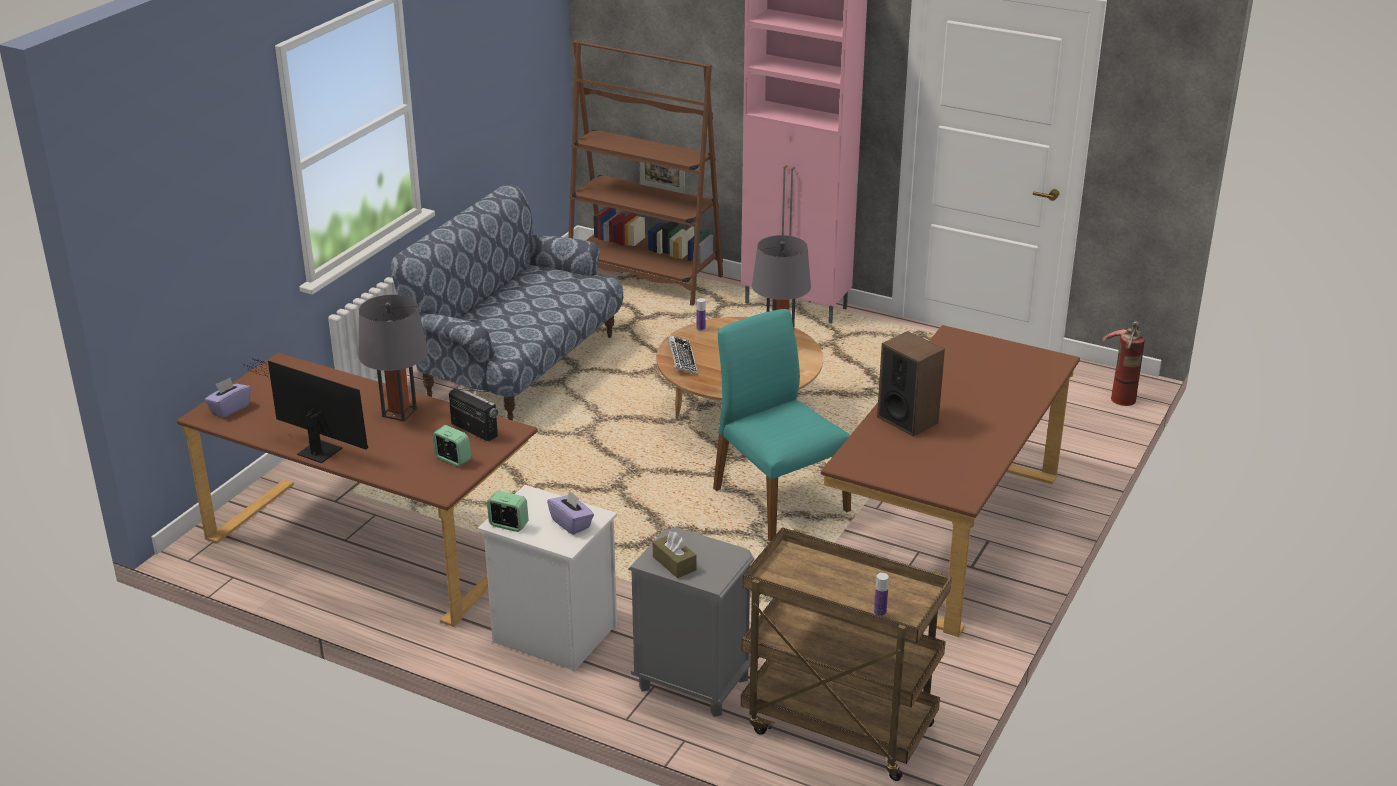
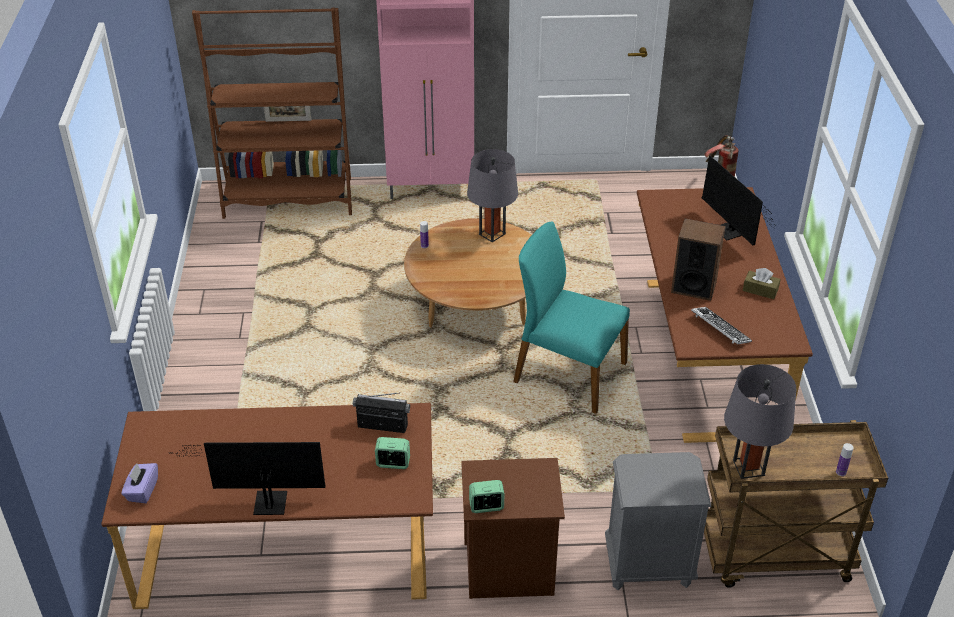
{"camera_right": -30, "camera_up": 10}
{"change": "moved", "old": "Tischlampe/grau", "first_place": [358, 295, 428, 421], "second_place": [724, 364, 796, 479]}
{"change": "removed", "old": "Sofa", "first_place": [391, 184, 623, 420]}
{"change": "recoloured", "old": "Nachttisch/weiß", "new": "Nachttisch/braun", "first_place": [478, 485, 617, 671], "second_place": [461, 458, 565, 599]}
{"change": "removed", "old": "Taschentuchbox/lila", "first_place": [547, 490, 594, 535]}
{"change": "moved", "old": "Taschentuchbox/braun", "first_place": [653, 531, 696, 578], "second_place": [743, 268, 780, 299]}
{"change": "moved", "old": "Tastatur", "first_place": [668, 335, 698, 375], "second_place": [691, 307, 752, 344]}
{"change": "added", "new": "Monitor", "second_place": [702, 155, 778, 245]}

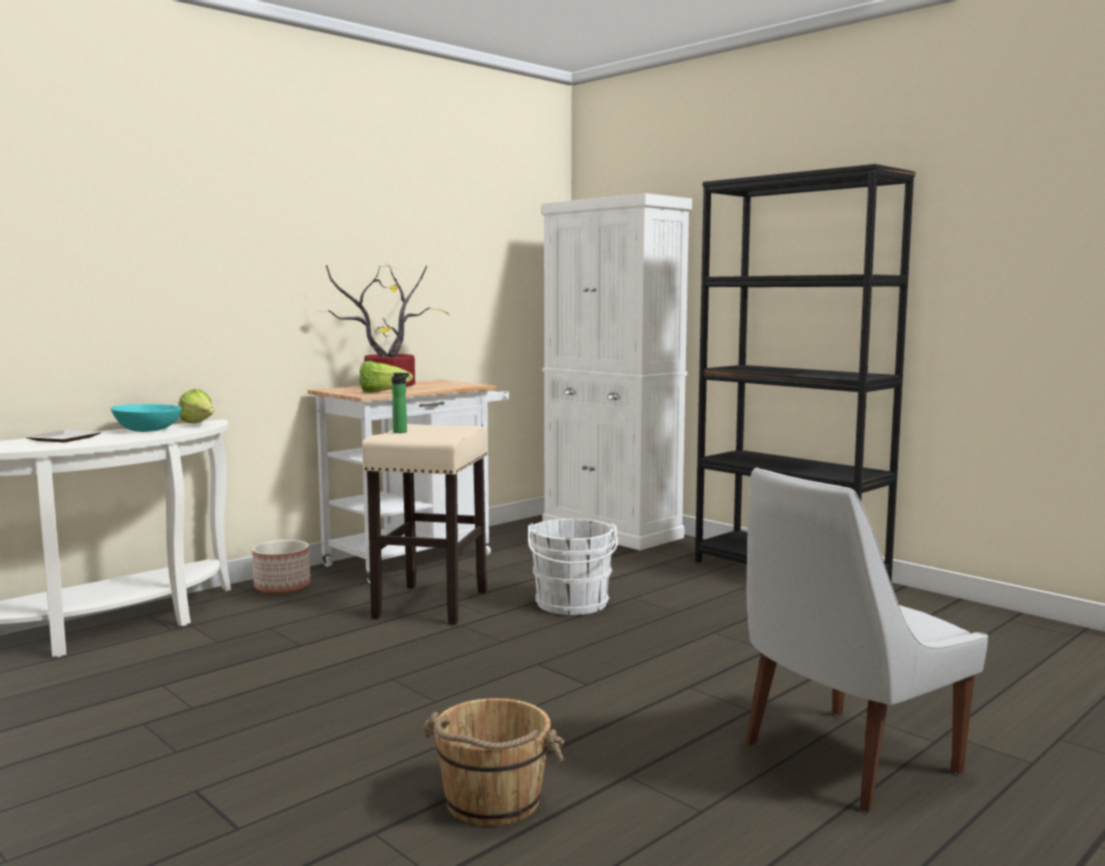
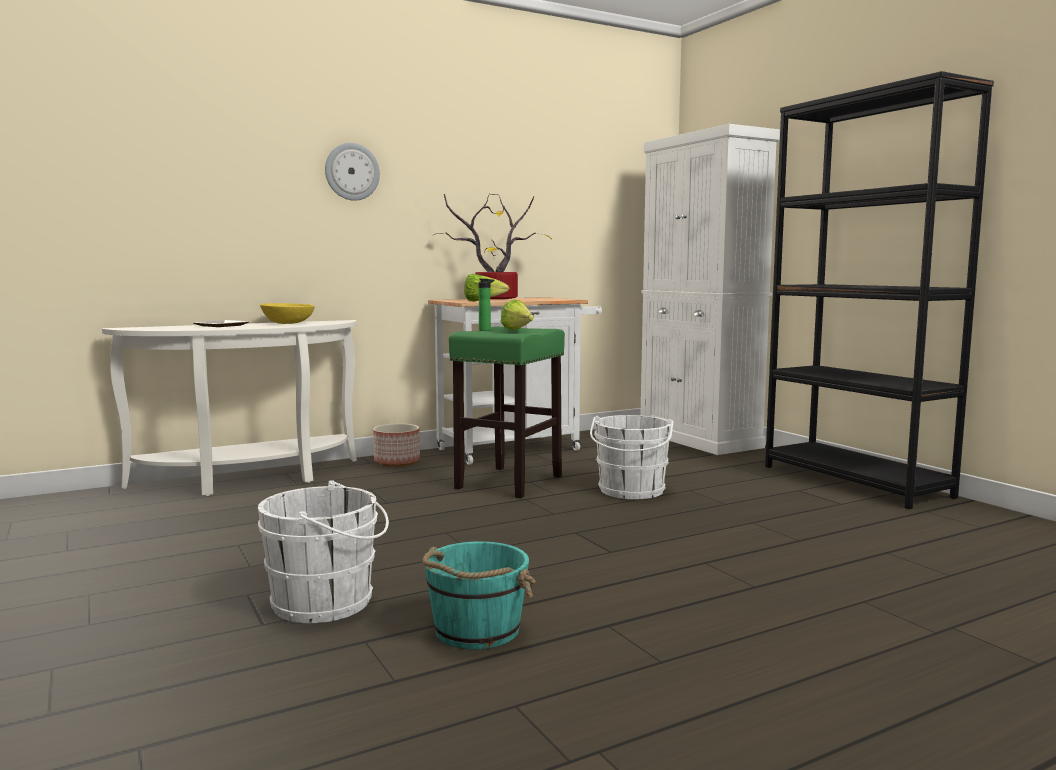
{"camera_right": 15, "camera_up": 0}
{"change": "recoloured", "old": "Schüssel/türkis", "new": "Schüssel/gelb", "first_place": [111, 404, 182, 432], "second_place": [260, 303, 314, 324]}
{"change": "moved", "old": "Salatkopf", "first_place": [179, 389, 215, 423], "second_place": [501, 300, 534, 330]}
{"change": "recoloured", "old": "Hocker/beige", "new": "Hocker/grün", "first_place": [362, 424, 488, 625], "second_place": [449, 327, 565, 498]}
{"change": "recoloured", "old": "Eimer/braun", "new": "Eimer/türkis", "first_place": [423, 698, 564, 826], "second_place": [422, 541, 535, 650]}
{"change": "removed", "old": "Stuhl/weiß", "first_place": [746, 468, 988, 812]}
{"change": "added", "new": "Eimer/weiß", "second_place": [258, 480, 389, 623]}
{"change": "added", "new": "Wanduhr", "second_place": [325, 143, 380, 201]}

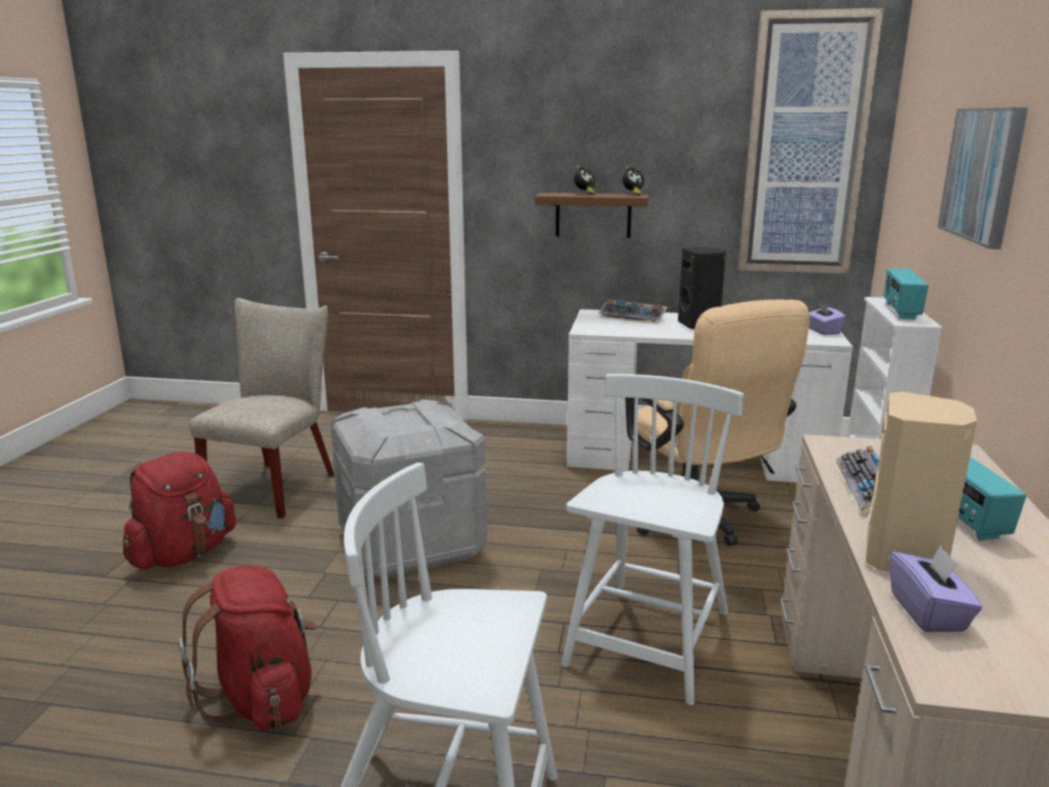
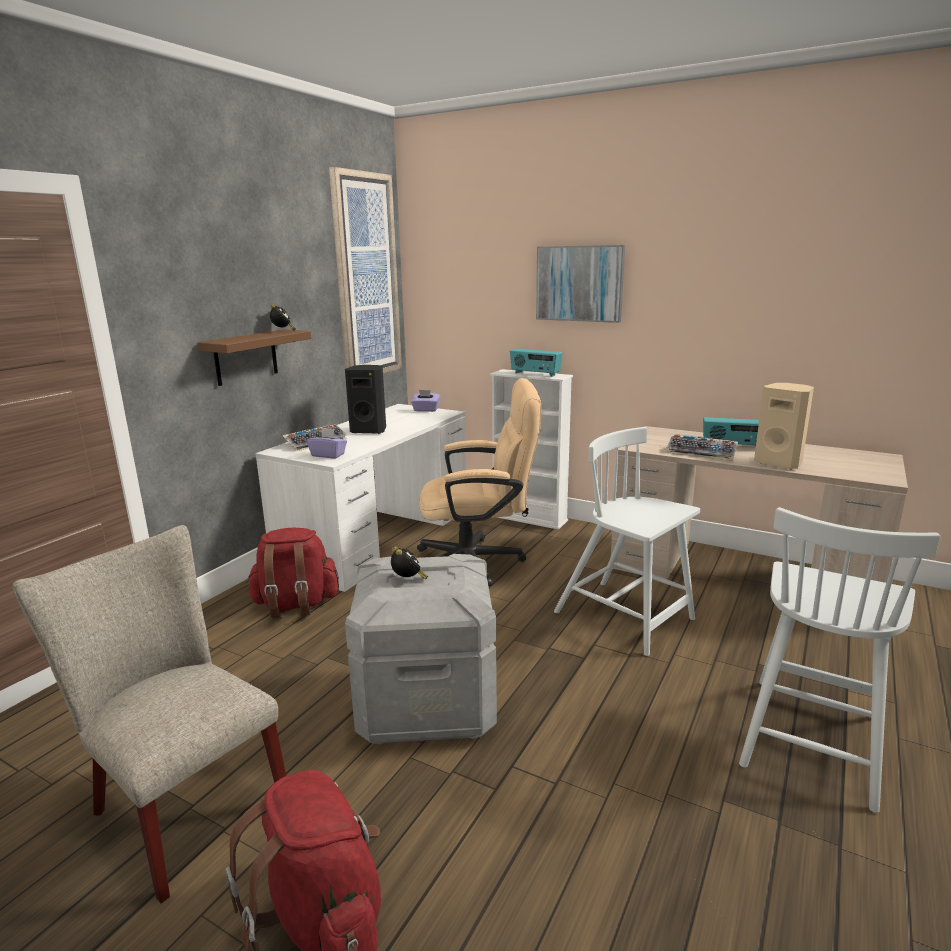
{"camera_right": -70, "camera_up": 0}
{"change": "moved", "old": "Rucksack/rot", "first_place": [179, 565, 317, 730], "second_place": [246, 527, 339, 619]}
{"change": "moved", "old": "Wecker", "first_place": [574, 166, 595, 195], "second_place": [391, 546, 428, 579]}
{"change": "moved", "old": "Taschentuchbox/lila", "first_place": [890, 545, 982, 632], "second_place": [307, 428, 347, 458]}

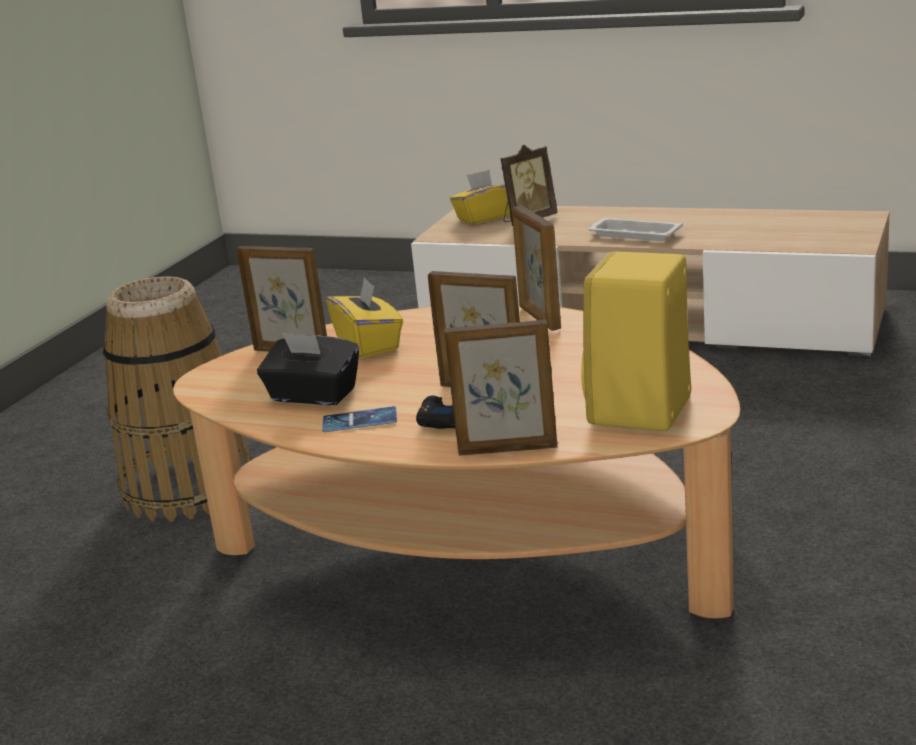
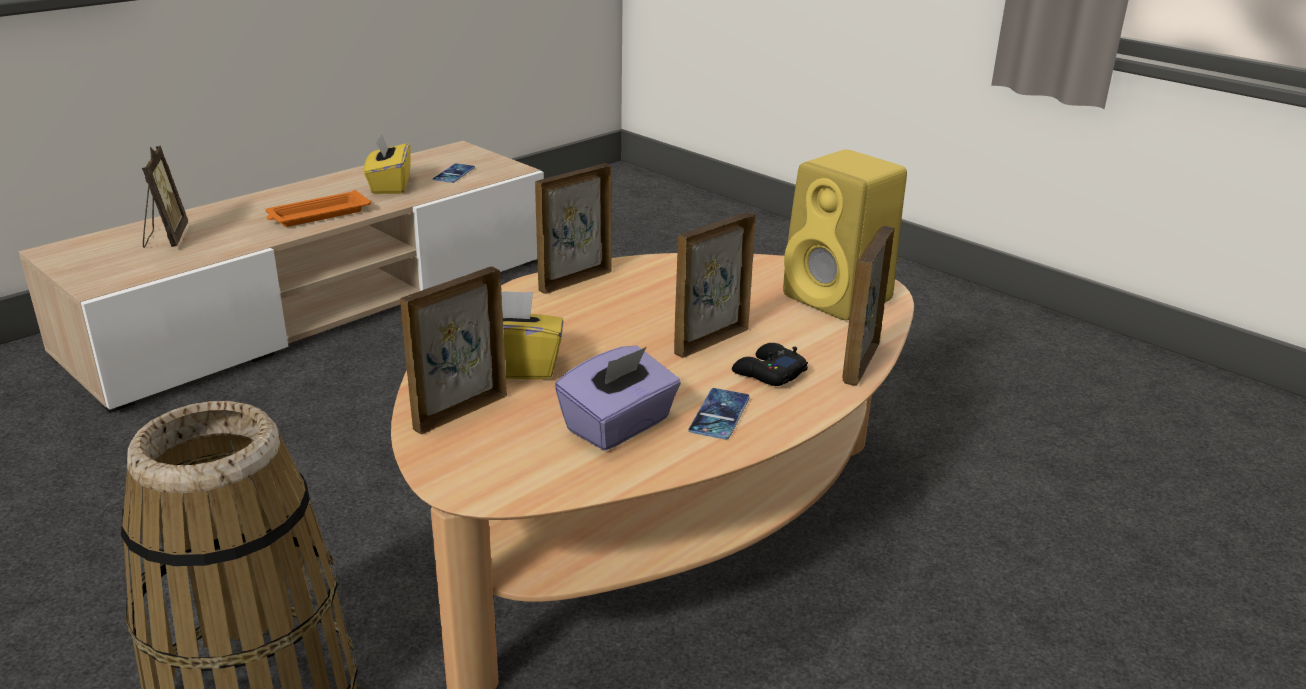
{"camera_right": -70, "camera_up": 5}
{"change": "recoloured", "old": "Taschentuchbox/schwarz", "new": "Taschentuchbox/lila", "first_place": [257, 332, 359, 405], "second_place": [555, 346, 681, 451]}
{"change": "moved", "old": "Taschentuchbox/gelb", "first_place": [450, 170, 510, 225], "second_place": [364, 133, 411, 194]}
{"change": "turned", "old": "Bilderrahmen", "first_place": [512, 206, 561, 331], "second_place": [535, 163, 612, 294], "degrees": 135}
{"change": "recoloured", "old": "Tablett/weiß", "new": "Tablett/orange", "first_place": [589, 218, 683, 241], "second_place": [266, 190, 371, 227]}
{"change": "added", "new": "Handy", "second_place": [433, 163, 475, 183]}

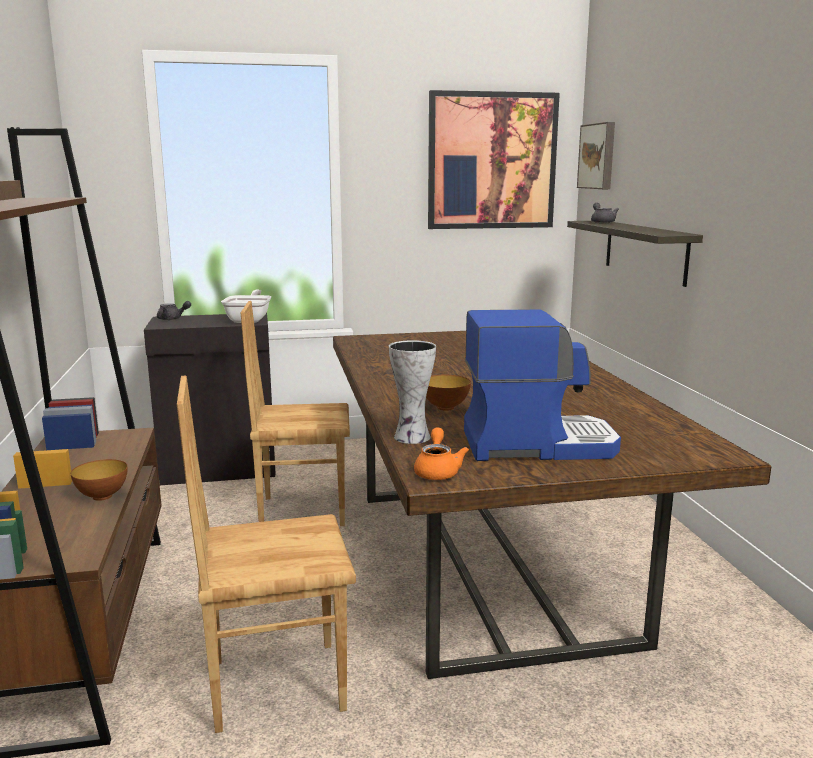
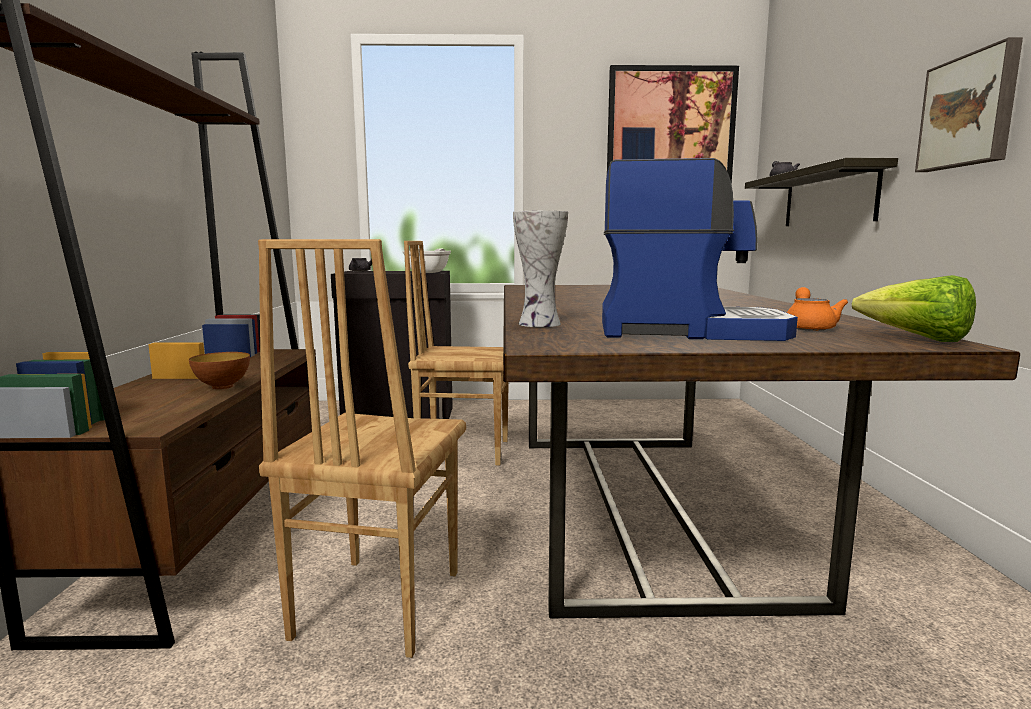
{"camera_right": 10, "camera_up": -5}
{"change": "turned", "old": "Stuhl/braun", "first_place": [177, 375, 356, 733], "second_place": [258, 239, 466, 658], "degrees": -75}
{"change": "moved", "old": "Teekanne/orange", "first_place": [414, 427, 469, 480], "second_place": [787, 287, 848, 331]}
{"change": "removed", "old": "Schüssel", "first_place": [426, 375, 471, 411]}
{"change": "moved", "old": "Bild", "first_place": [577, 122, 615, 189], "second_place": [915, 37, 1023, 172]}
{"change": "added", "new": "Salatkopf", "second_place": [852, 275, 976, 342]}

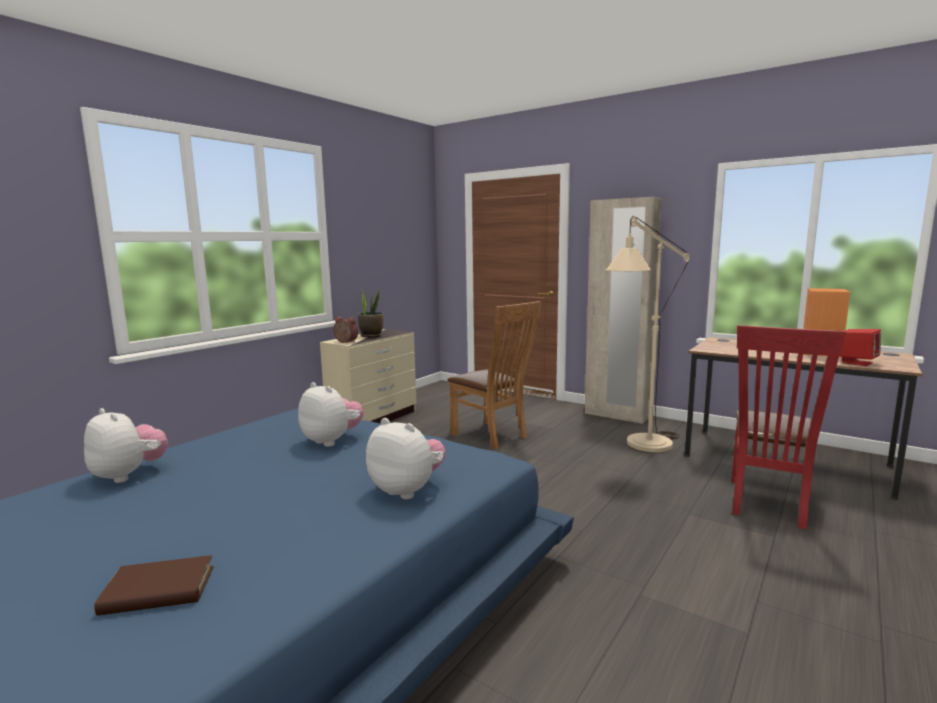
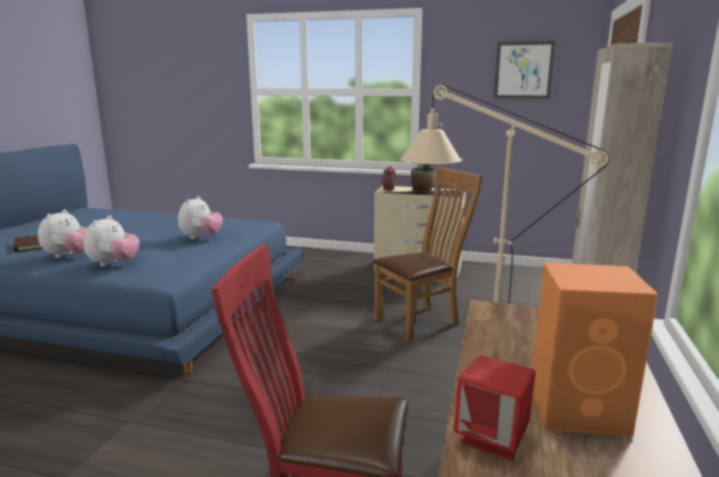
{"camera_right": 70, "camera_up": 5}
{"change": "moved", "old": "Plüschtier", "first_place": [84, 408, 168, 483], "second_place": [38, 209, 87, 258]}
{"change": "turned", "old": "Stuhl/braun", "first_place": [447, 301, 542, 449], "second_place": [373, 167, 483, 342], "degrees": -150}
{"change": "added", "new": "Bild", "second_place": [494, 41, 555, 99]}

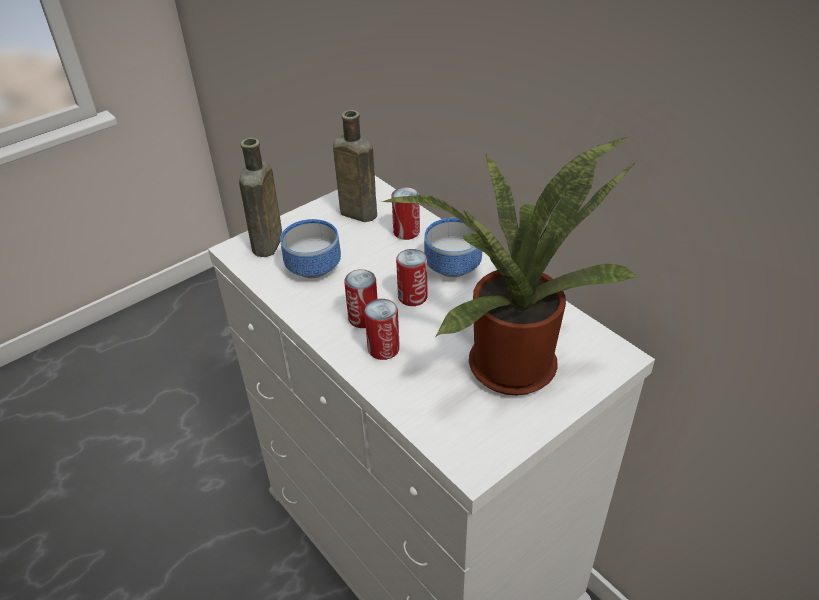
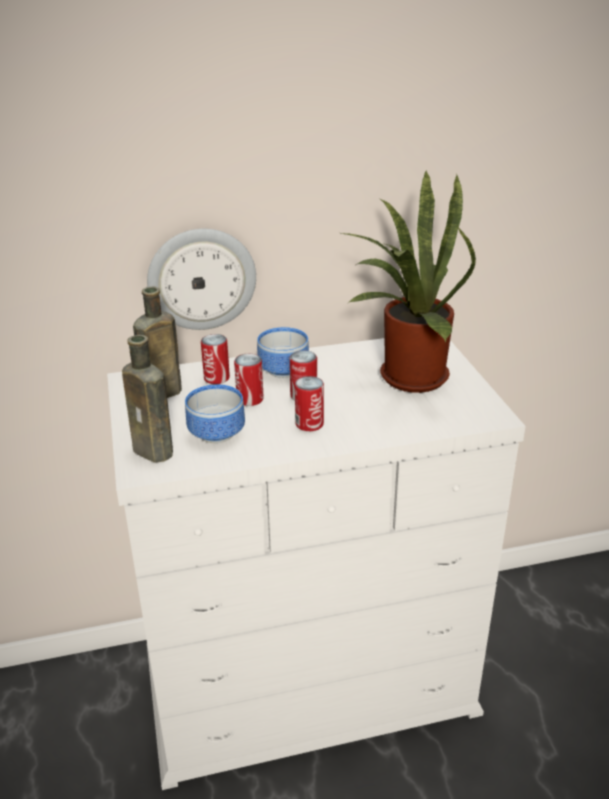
{"camera_right": -65, "camera_up": -10}
{"change": "moved", "old": "Dose", "first_place": [364, 299, 400, 360], "second_place": [234, 354, 264, 406]}
{"change": "added", "new": "Wanduhr", "second_place": [147, 229, 256, 330]}

